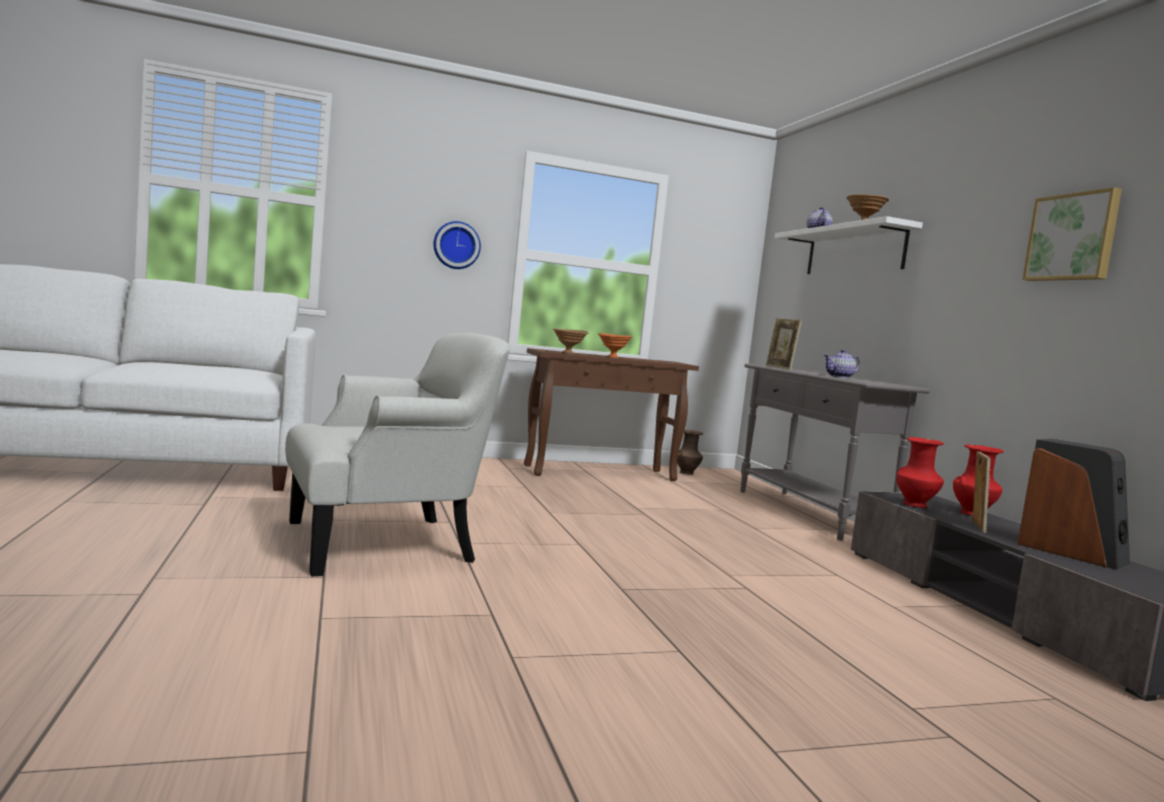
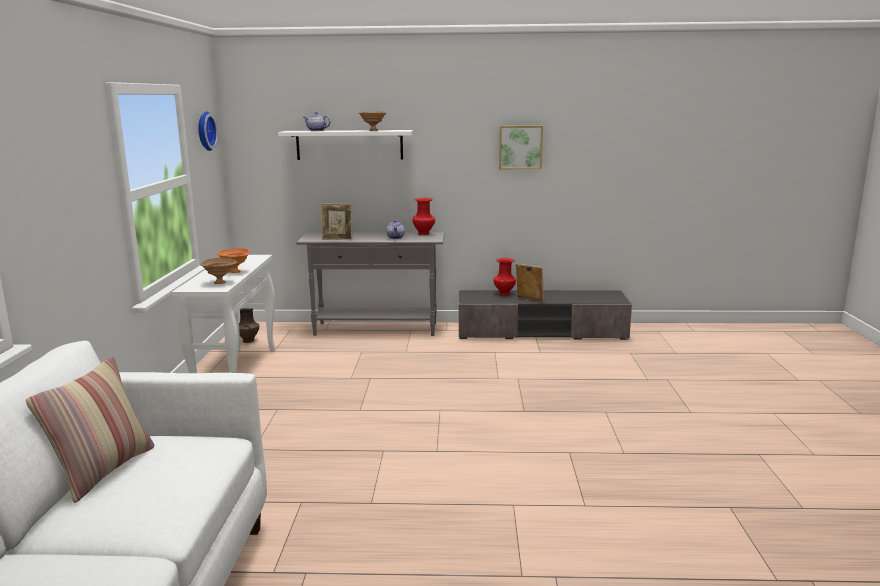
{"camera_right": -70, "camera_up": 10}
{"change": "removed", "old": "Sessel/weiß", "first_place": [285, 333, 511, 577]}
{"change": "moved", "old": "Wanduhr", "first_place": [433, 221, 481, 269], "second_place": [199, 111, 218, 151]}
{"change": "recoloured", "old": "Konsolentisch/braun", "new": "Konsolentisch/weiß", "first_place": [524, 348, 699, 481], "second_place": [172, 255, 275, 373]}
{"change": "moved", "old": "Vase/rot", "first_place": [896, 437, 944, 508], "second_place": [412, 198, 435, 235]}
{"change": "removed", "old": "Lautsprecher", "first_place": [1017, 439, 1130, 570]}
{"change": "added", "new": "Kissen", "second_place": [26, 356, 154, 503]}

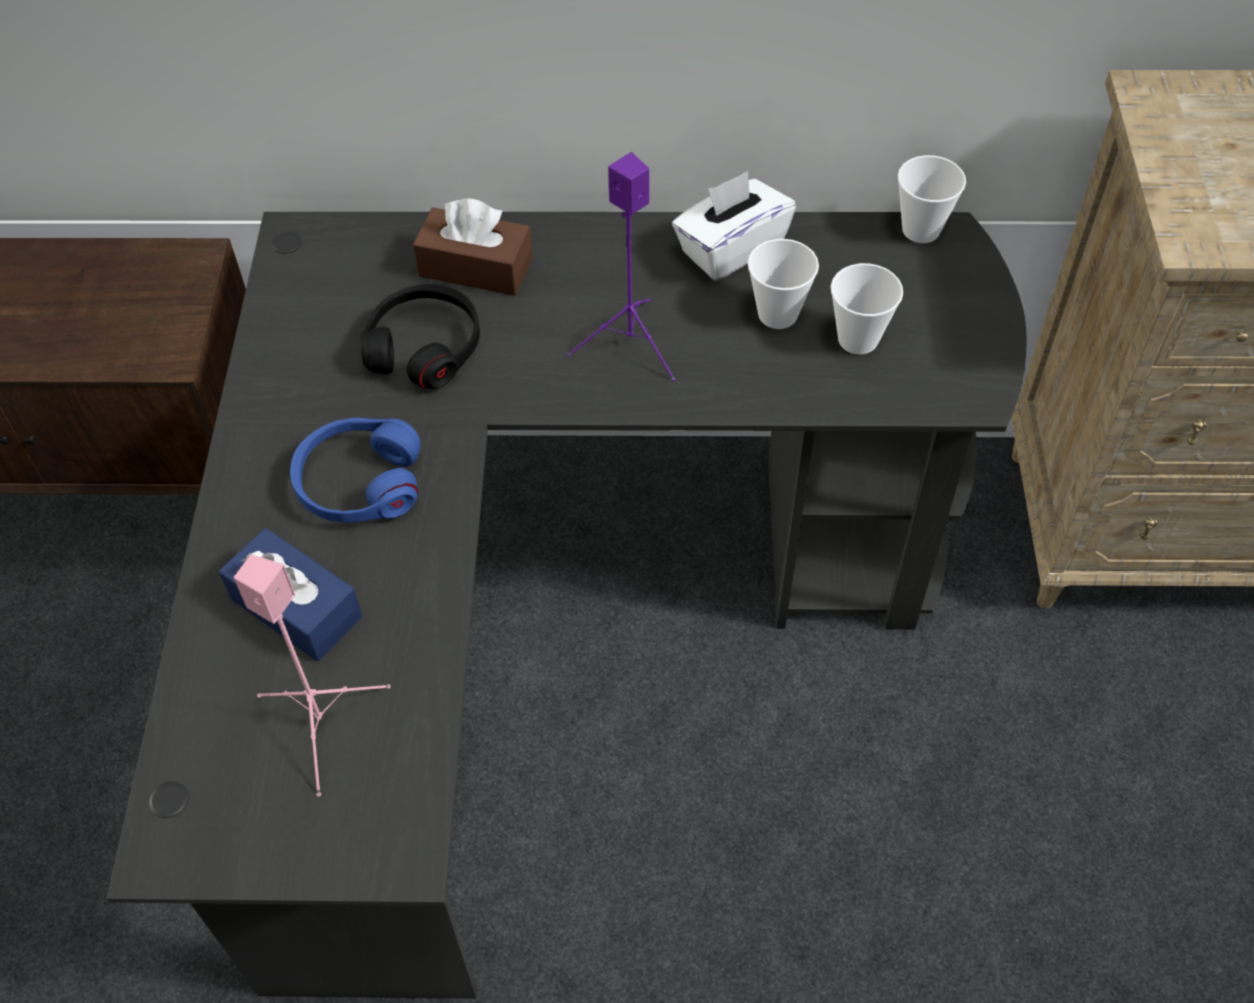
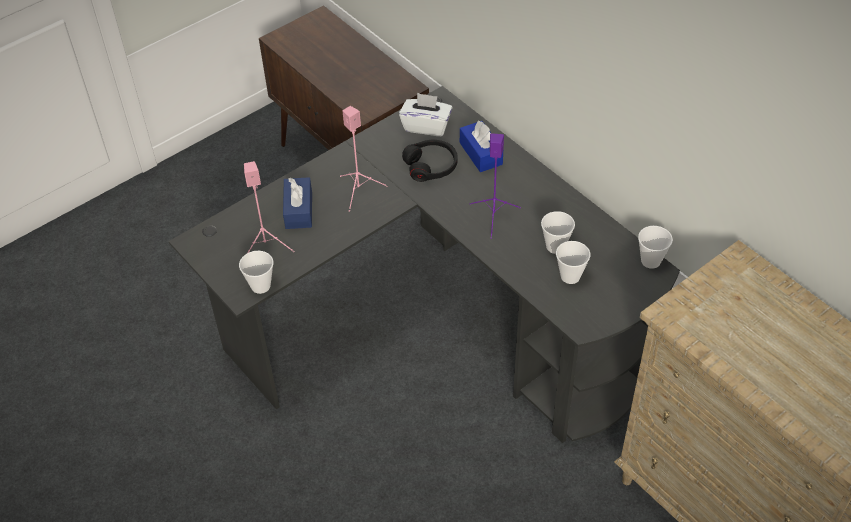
{"camera_right": 50, "camera_up": -5}
{"change": "replaced", "old": "Kopfhörer/blau", "new": "Lautsprecher/rosa", "first_place": [290, 418, 421, 523], "second_place": [340, 106, 388, 212]}
{"change": "recoloured", "old": "Taschentuchbox/braun", "new": "Taschentuchbox/blau", "first_place": [413, 198, 533, 296], "second_place": [460, 120, 503, 172]}
{"change": "moved", "old": "Taschentuchbox/weiß", "first_place": [672, 171, 796, 281], "second_place": [399, 93, 453, 136]}
{"change": "added", "new": "Tasse", "second_place": [239, 251, 273, 294]}

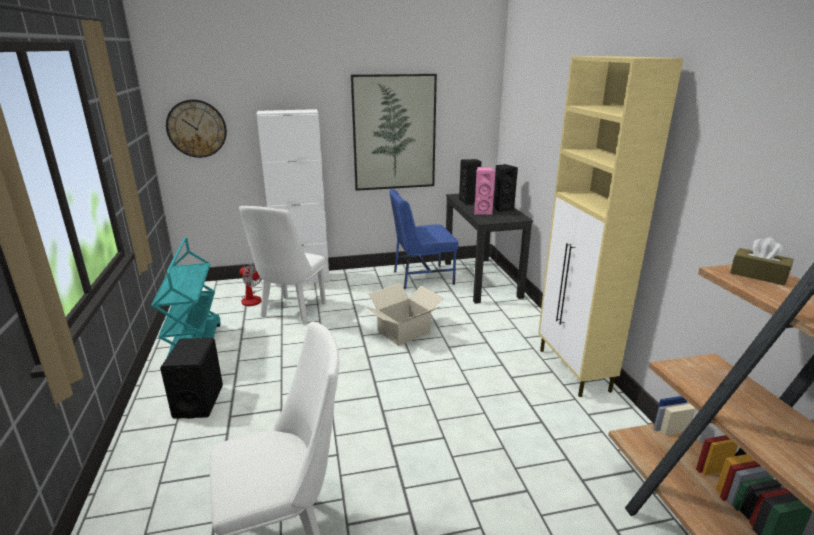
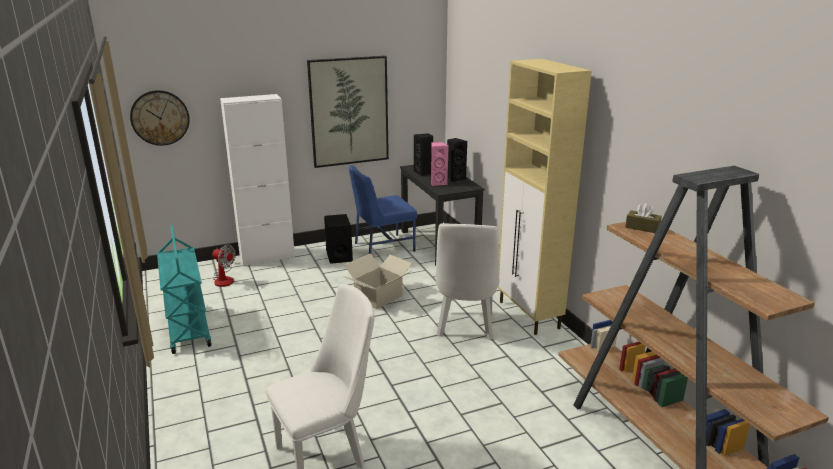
{"camera_right": -10, "camera_up": 0}
{"change": "moved", "old": "Lautsprecher/schwarz", "first_place": [160, 338, 223, 419], "second_place": [324, 214, 353, 264]}
{"change": "moved", "old": "Stuhl/weiß", "first_place": [239, 206, 326, 324], "second_place": [435, 223, 500, 340]}

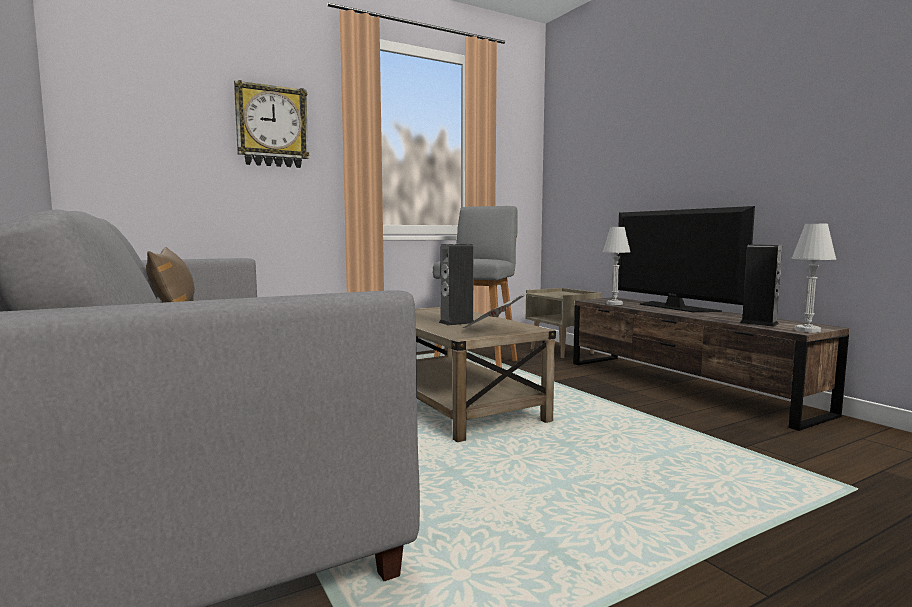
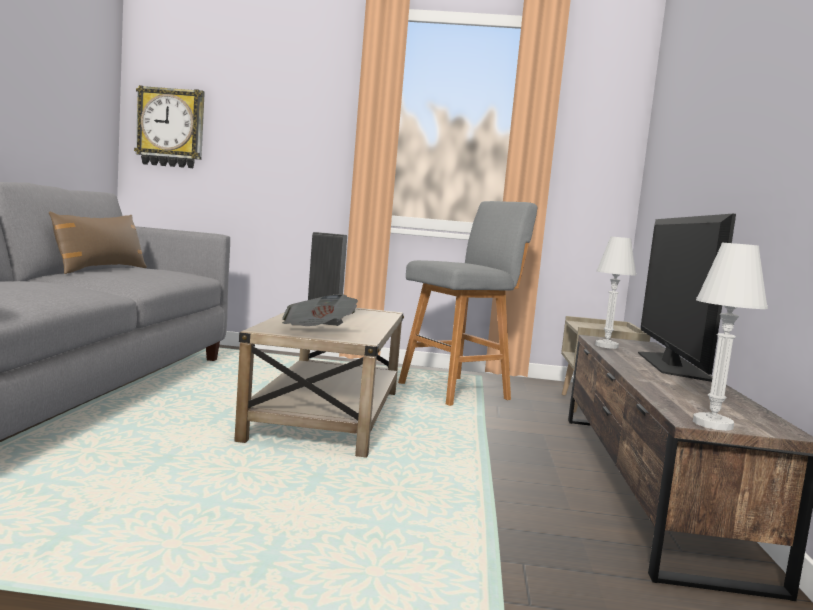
{"camera_right": 35, "camera_up": 0}
{"change": "moved", "old": "Wanduhr", "first_place": [234, 80, 309, 168], "second_place": [134, 85, 205, 168]}
{"change": "removed", "old": "Lautsprecher", "first_place": [740, 245, 782, 327]}

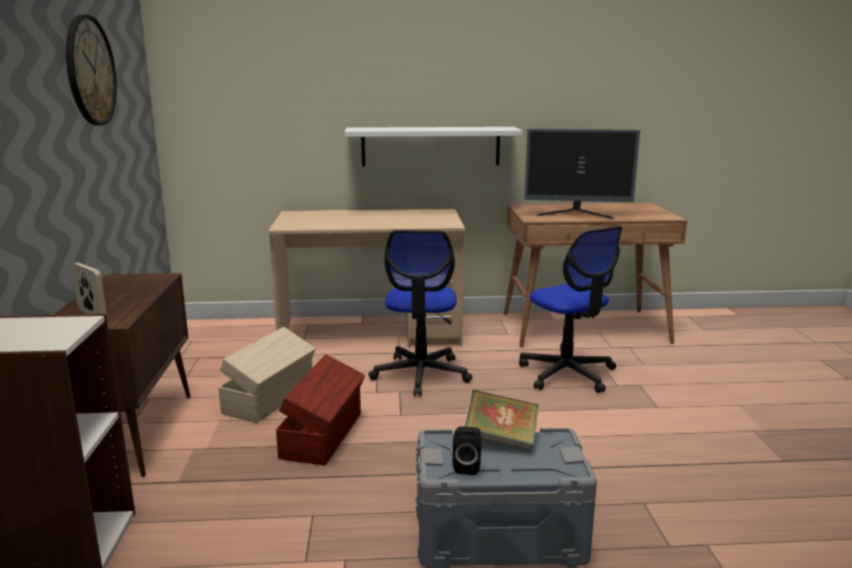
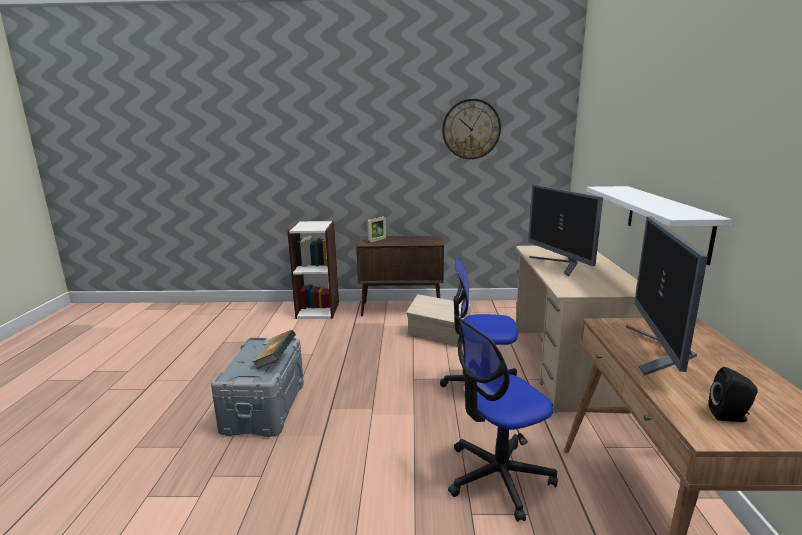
{"camera_right": 95, "camera_up": 0}
{"change": "removed", "old": "Aufbewahrungsbox/braun", "first_place": [276, 354, 365, 465]}
{"change": "moved", "old": "Lautsprecher/schwarz", "first_place": [452, 427, 481, 475], "second_place": [709, 367, 758, 422]}
{"change": "added", "new": "Monitor", "second_place": [528, 184, 603, 277]}

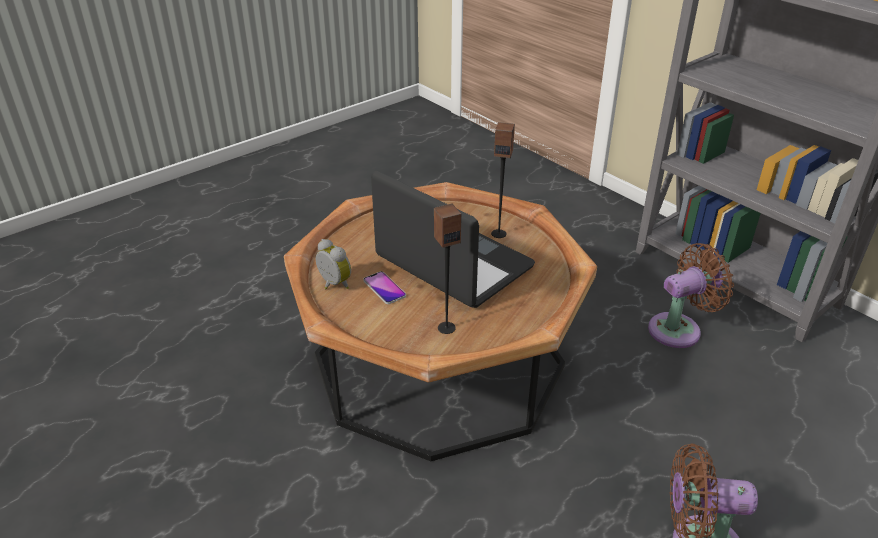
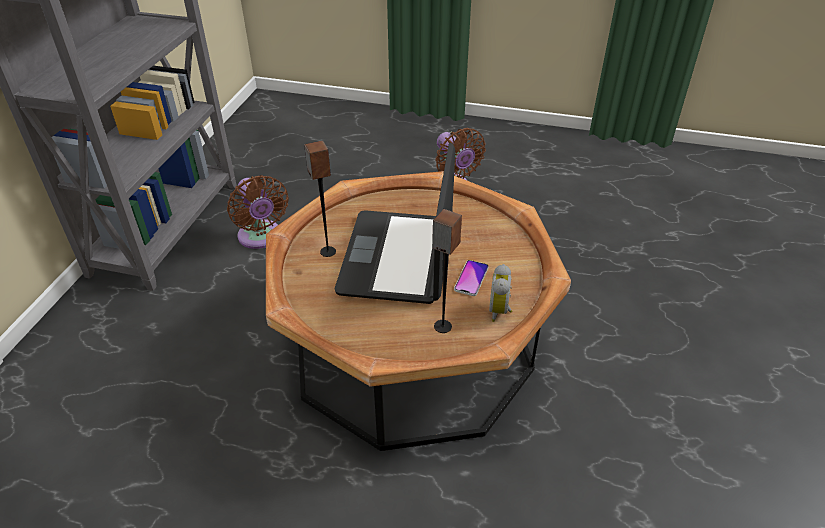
{"camera_right": -125, "camera_up": 5}
{"change": "moved", "old": "Lautsprecher", "first_place": [434, 203, 461, 334], "second_place": [432, 209, 462, 333]}
{"change": "turned", "old": "Ventilator/braun", "first_place": [648, 243, 734, 348], "second_place": [227, 175, 289, 249], "degrees": -150}

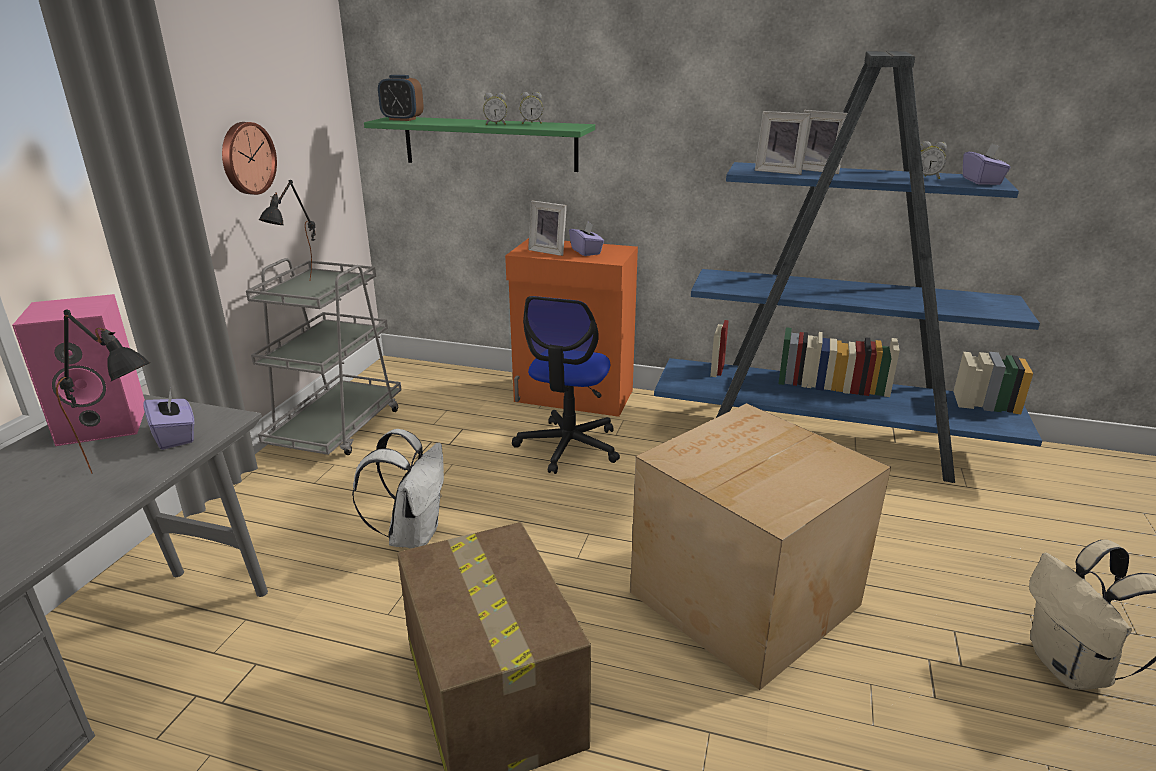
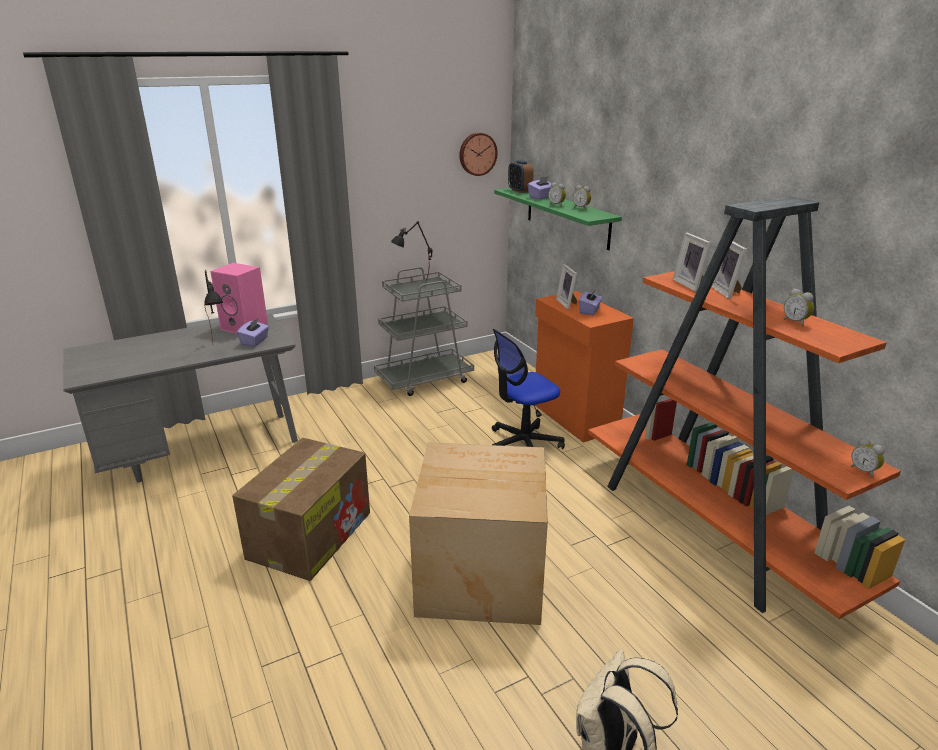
{"camera_right": 45, "camera_up": 0}
{"change": "moved", "old": "Wanduhr", "first_place": [222, 122, 277, 195], "second_place": [459, 133, 498, 176]}
{"change": "removed", "old": "Rucksack/weiß", "first_place": [352, 429, 444, 549]}
{"change": "recoloured", "old": "Bücherregal/blau", "new": "Bücherregal/orange", "first_place": [654, 51, 1042, 483], "second_place": [588, 196, 905, 619]}
{"change": "moved", "old": "Taschentuchbox/lila", "first_place": [963, 144, 1011, 185], "second_place": [528, 176, 552, 200]}
{"change": "added", "new": "Wecker", "second_place": [851, 438, 884, 478]}

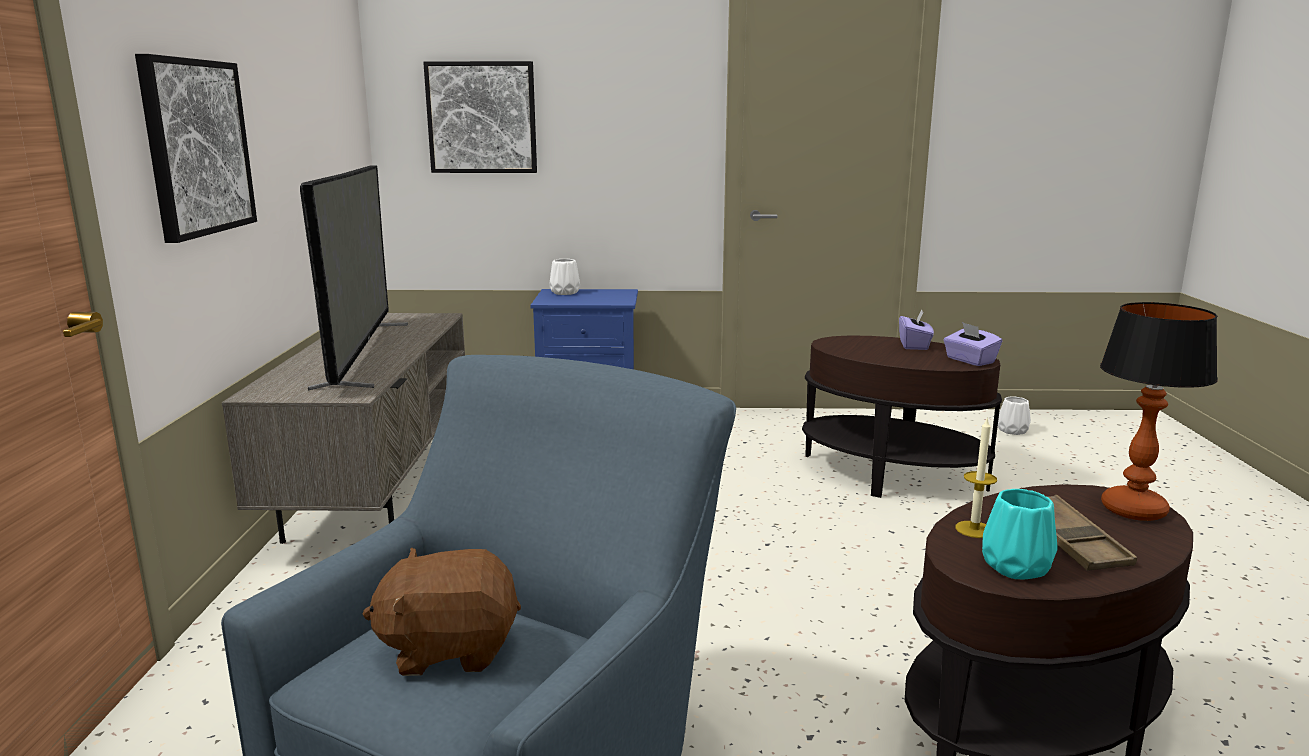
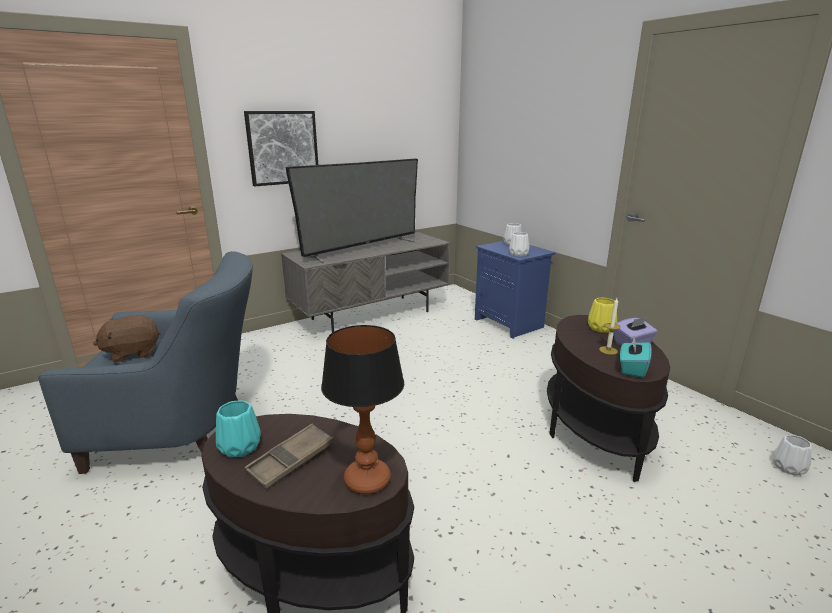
{"camera_right": 55, "camera_up": 5}
{"change": "turned", "old": "Plüschtier/braun", "first_place": [363, 547, 521, 676], "second_place": [93, 315, 160, 363], "degrees": -75}
{"change": "removed", "old": "Bild", "first_place": [423, 61, 537, 173]}
{"change": "recoloured", "old": "Taschentuchbox/lila", "new": "Taschentuchbox/türkis", "first_place": [943, 322, 1002, 366], "second_place": [620, 336, 652, 378]}
{"change": "moved", "old": "Kerze", "first_place": [955, 417, 997, 538], "second_place": [599, 298, 620, 355]}
{"change": "added", "new": "Vase/weiß", "second_place": [509, 232, 529, 257]}
{"change": "added", "new": "Vase/gelb", "second_place": [588, 298, 617, 333]}

